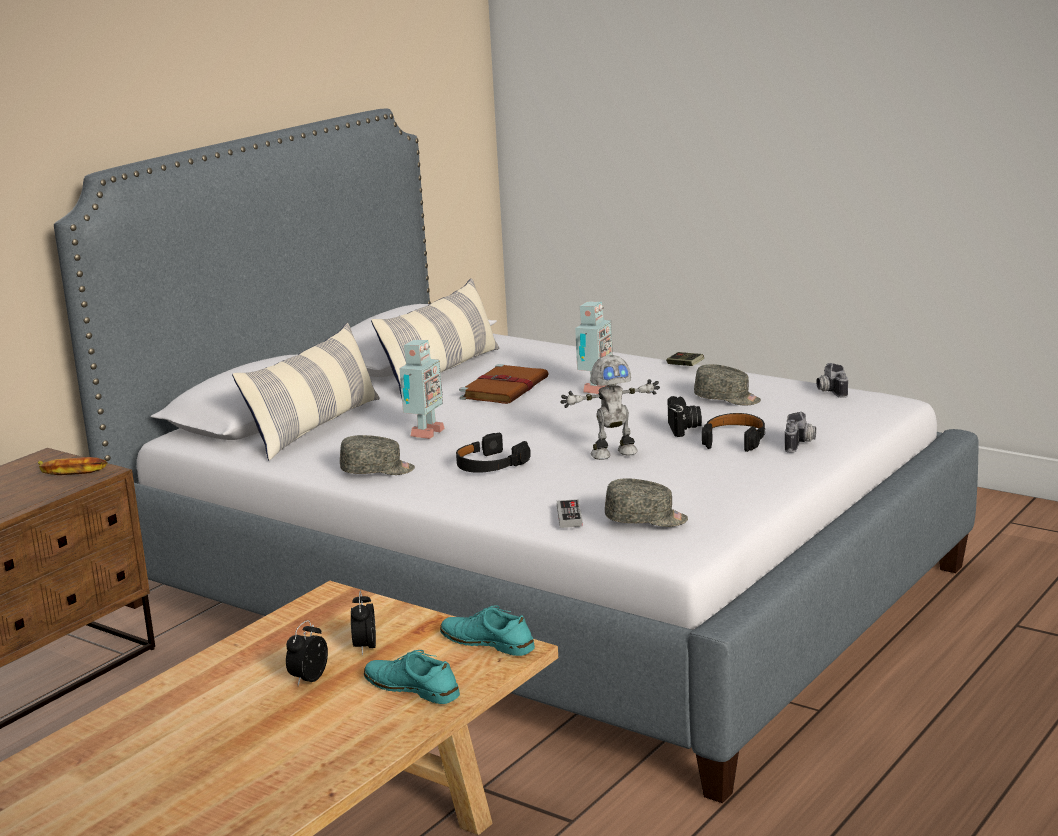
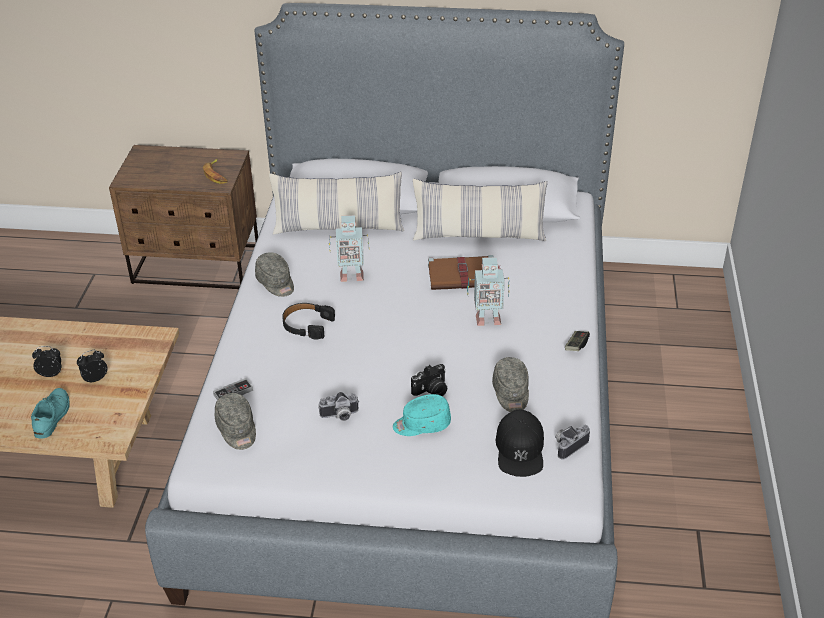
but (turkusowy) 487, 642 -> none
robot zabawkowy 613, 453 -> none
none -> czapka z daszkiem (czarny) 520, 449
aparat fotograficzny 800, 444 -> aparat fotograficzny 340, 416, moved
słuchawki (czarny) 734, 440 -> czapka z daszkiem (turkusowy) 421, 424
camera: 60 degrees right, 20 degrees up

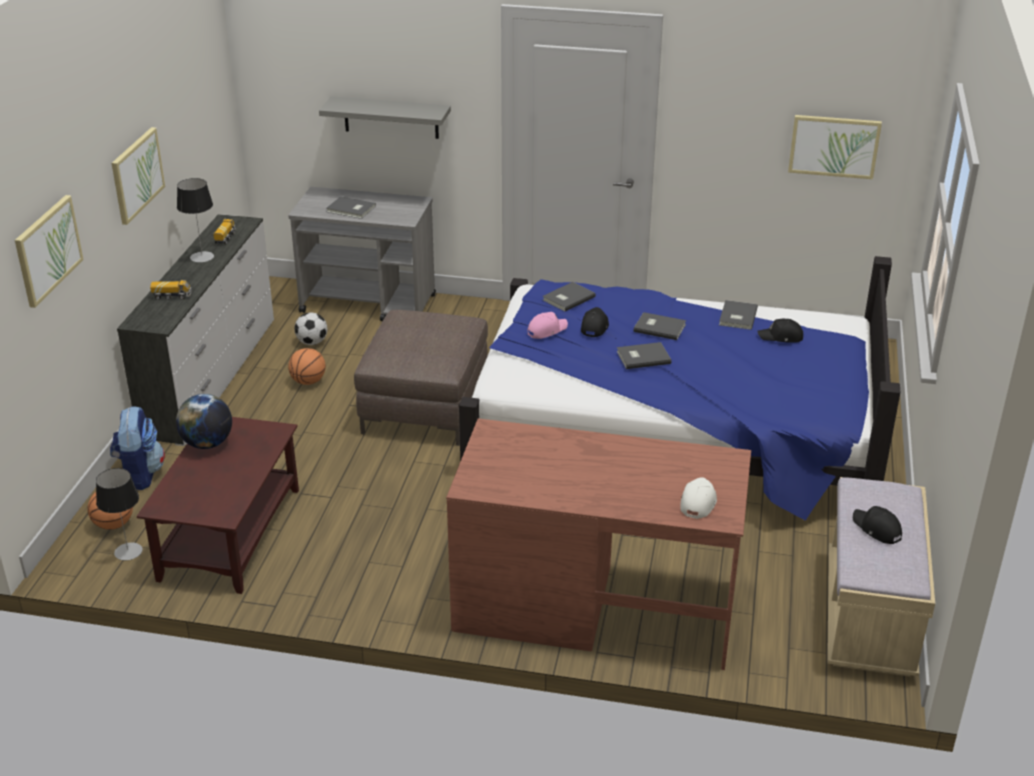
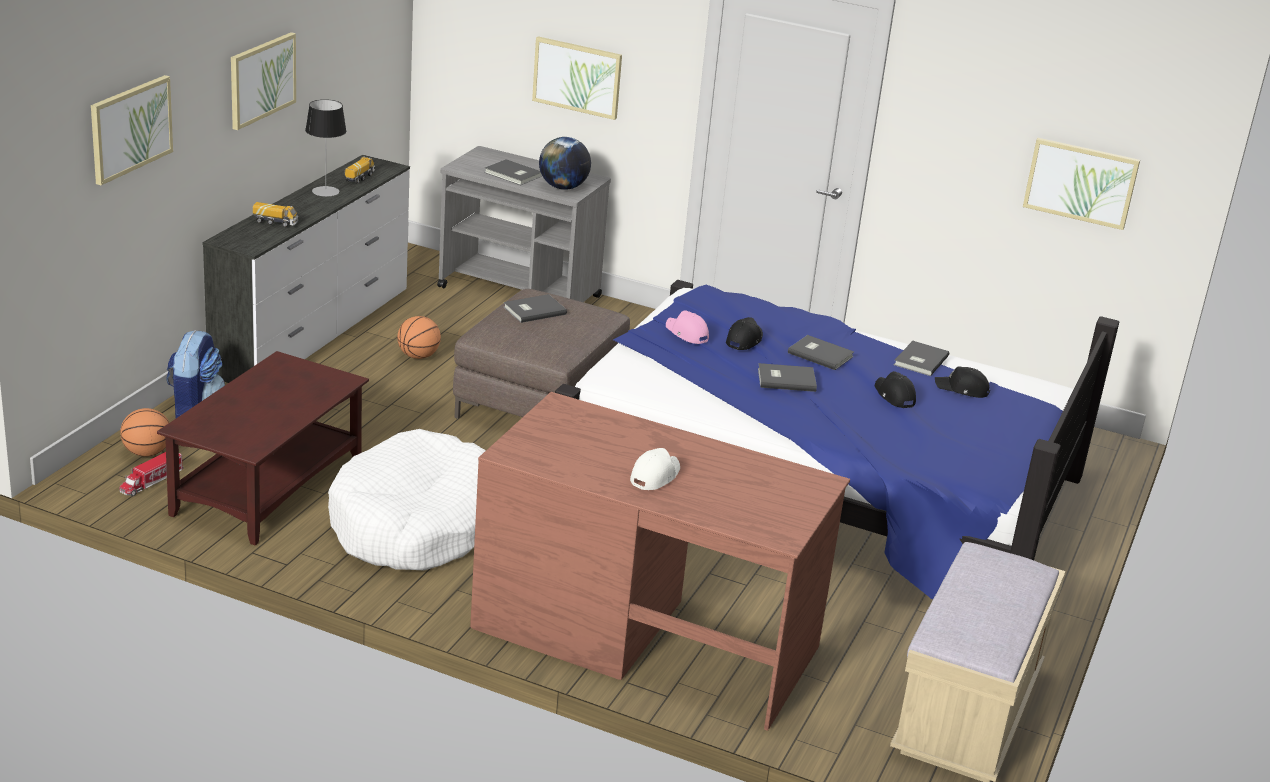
piłka futbolowa 312, 342 -> none
none -> legowisko (biały) 414, 524
globus 207, 444 -> globus 563, 187, moved
książka (szary) 567, 298 -> książka (szary) 533, 310, moved
czapka z daszkiem (biały) 698, 502 -> czapka z daszkiem (biały) 654, 476, moved
czapka z daszkiem (czarny) 876, 529 -> czapka z daszkiem (czarny) 894, 396, moved
lampa stołowa 128, 551 -> ciężarówka zabawkowa 151, 481
półka (szary) 391, 117 -> obraz 577, 77
czapka z daszkiem (różowy) 546, 330 -> czapka z daszkiem (różowy) 686, 334, 105 degrees counterclockwise
camera: 10 degrees right, 5 degrees down

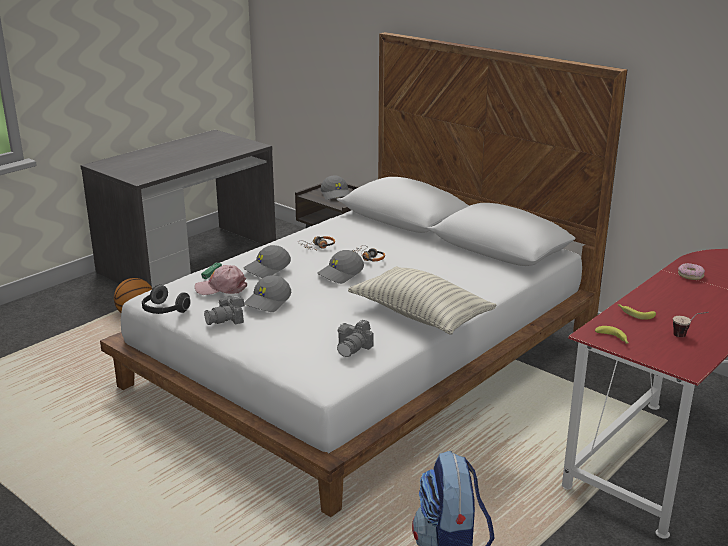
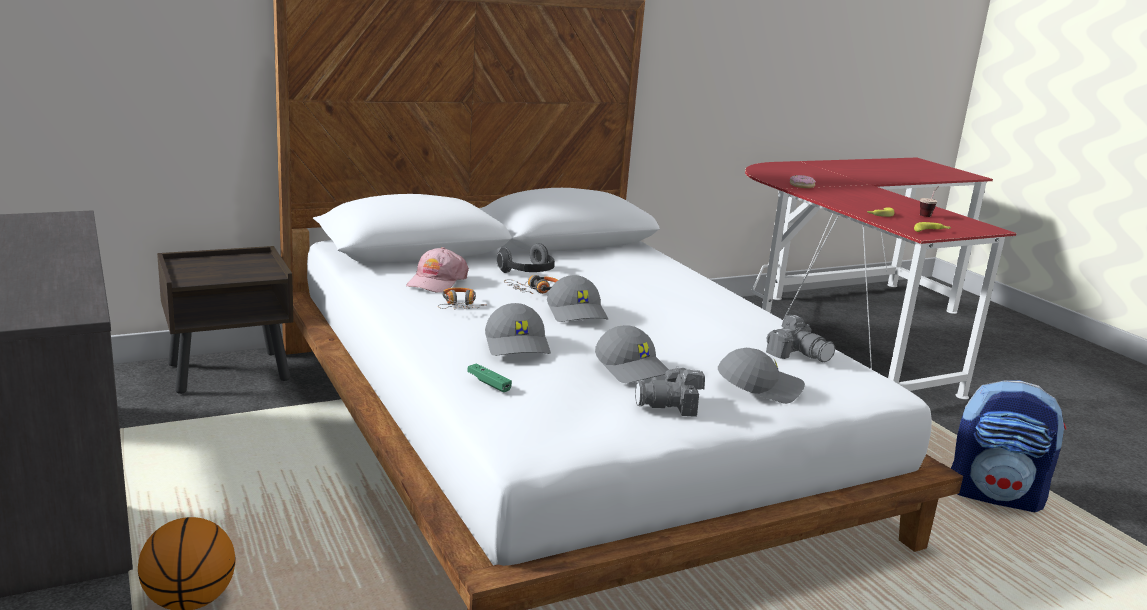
poduszka 420, 315 -> none
słuchawki 164, 311 -> słuchawki 528, 273, moved
czapka z daszkiem (różowy) 221, 288 -> czapka z daszkiem (różowy) 436, 281, moved
czapka z daszkiem (szary) 336, 194 -> czapka z daszkiem (szary) 759, 387, moved
aparat fotograficzny 227, 320 -> aparat fotograficzny 671, 406, 90 degrees clockwise
camera: 70 degrees left, 5 degrees down

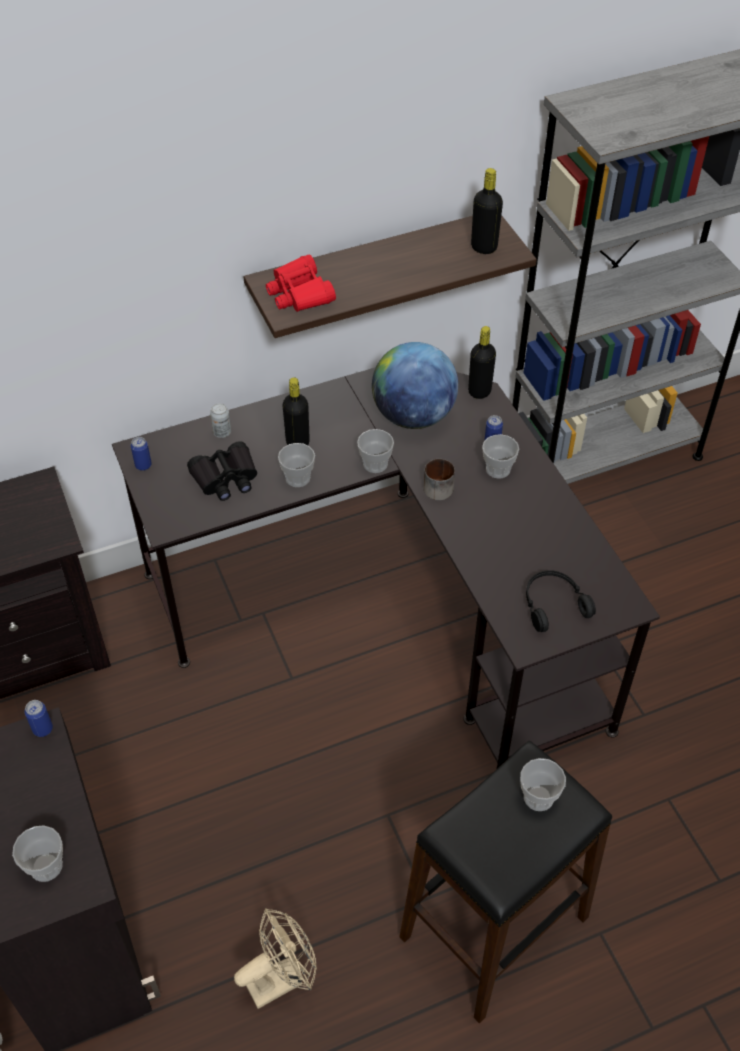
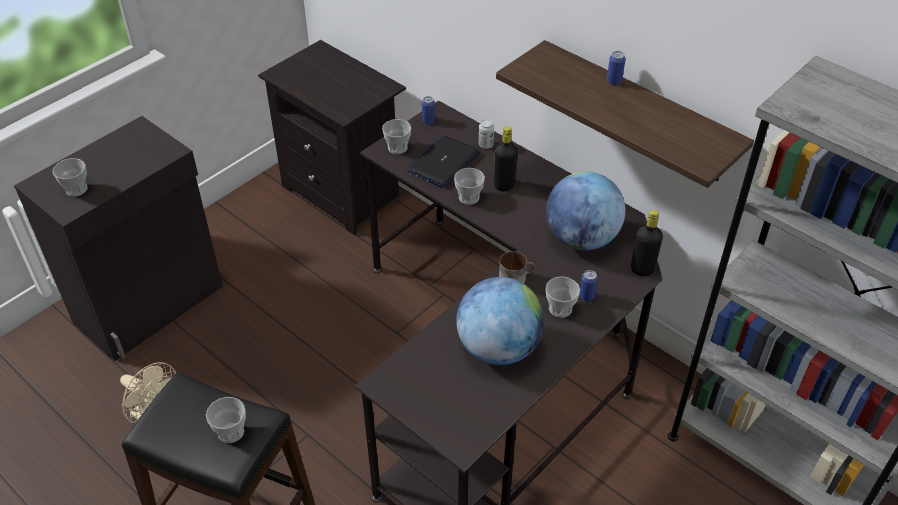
lornetka (czerwony) 300, 293 -> none
butelka (czarny) 484, 247 -> none
słuchawki (czarny) 553, 604 -> none
none -> globus 498, 348
puszka 43, 729 -> puszka 614, 81, moved
filiżanka 375, 464 -> filiżanka 397, 148, moved
lornetka (czarny) 225, 478 -> laptop 443, 162
camera: 65 degrees right, 5 degrees down

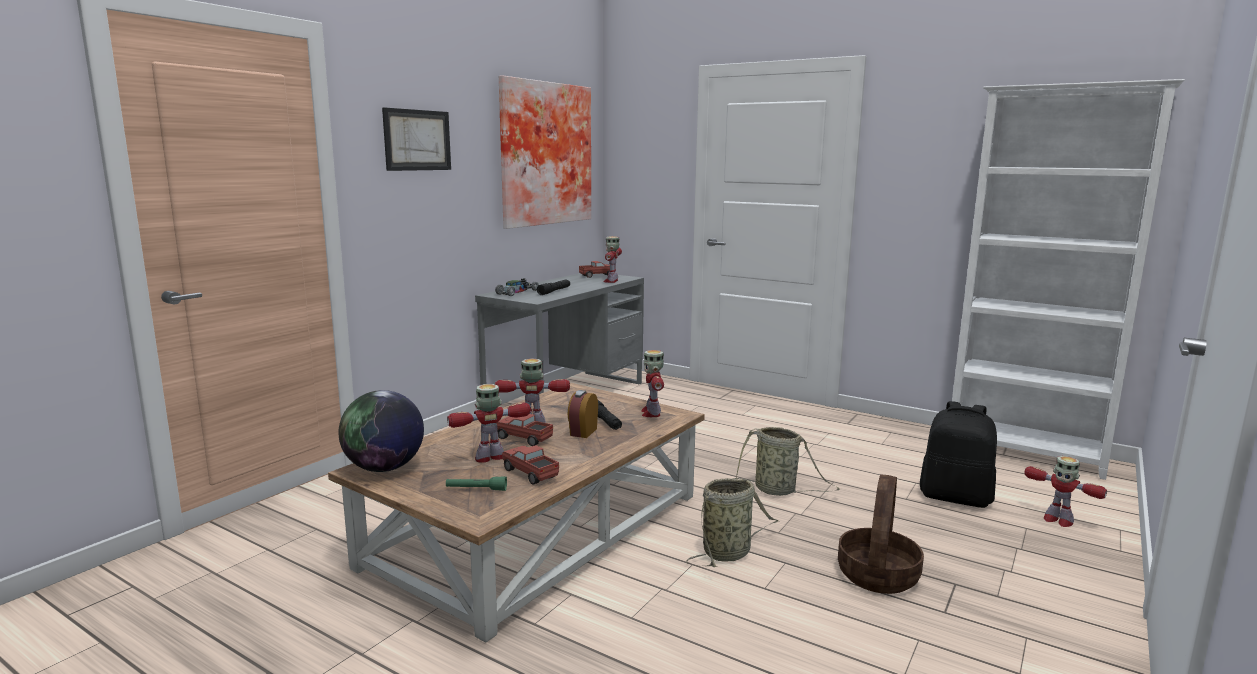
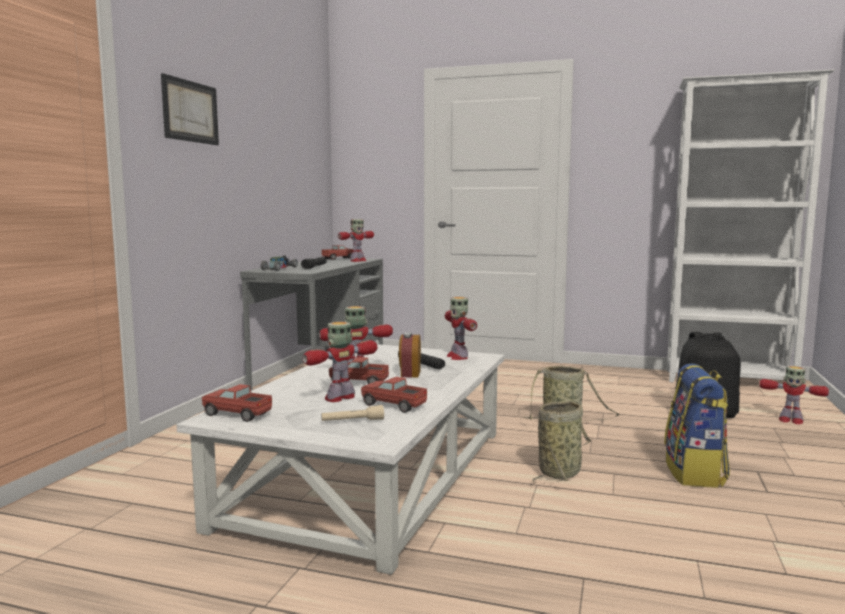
obraz 543, 154 -> none
globus 384, 468 -> ciężarówka zabawkowa 237, 415
koszyk 878, 575 -> plecak 695, 473
ława (brązowy) 538, 531 -> ława (biały) 373, 477
latarka (zielony) 476, 489 -> latarka (beżowy) 352, 421
robot zabawkowy 611, 281 -> robot zabawkowy 357, 261, 135 degrees counterclockwise
camera: 15 degrees left, 5 degrees down

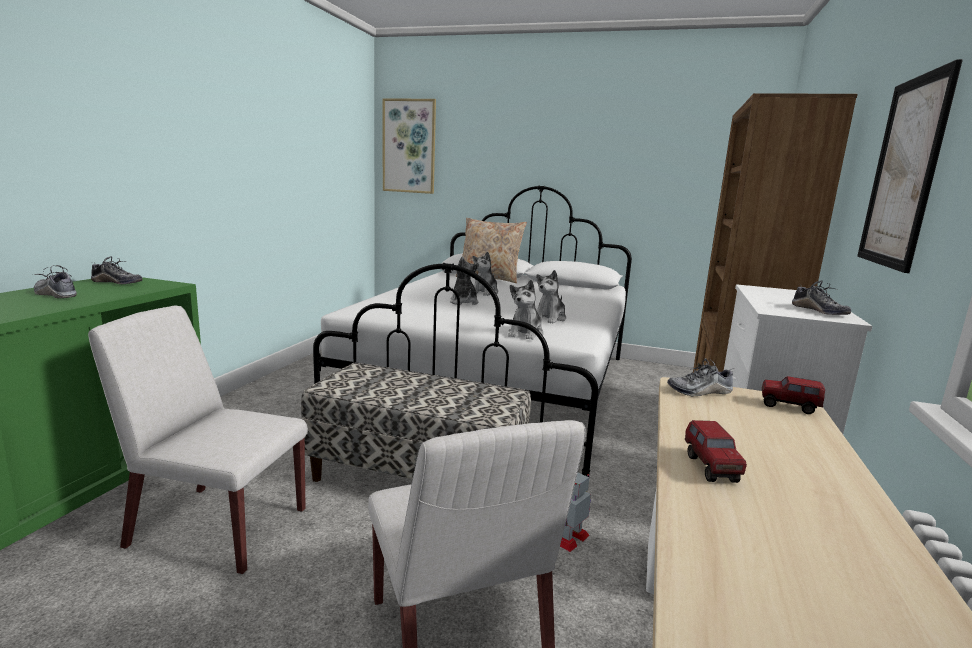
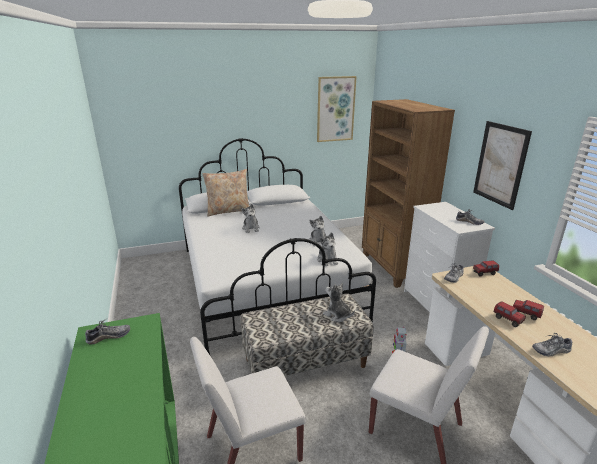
none -> ciężarówka zabawkowa 526, 314
but 55, 294 -> but 551, 350, moved
obraz 409, 146 -> obraz 335, 109, moved
pluszak 463, 302 -> pluszak 337, 315, moved
camera: 35 degrees left, 10 degrees up

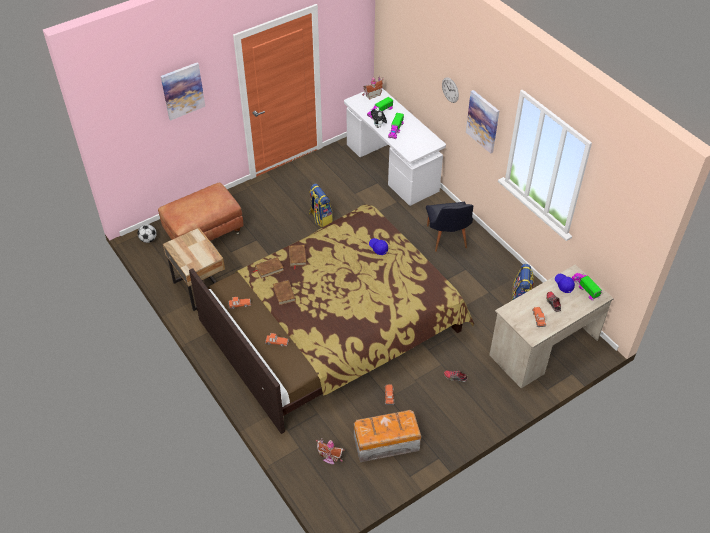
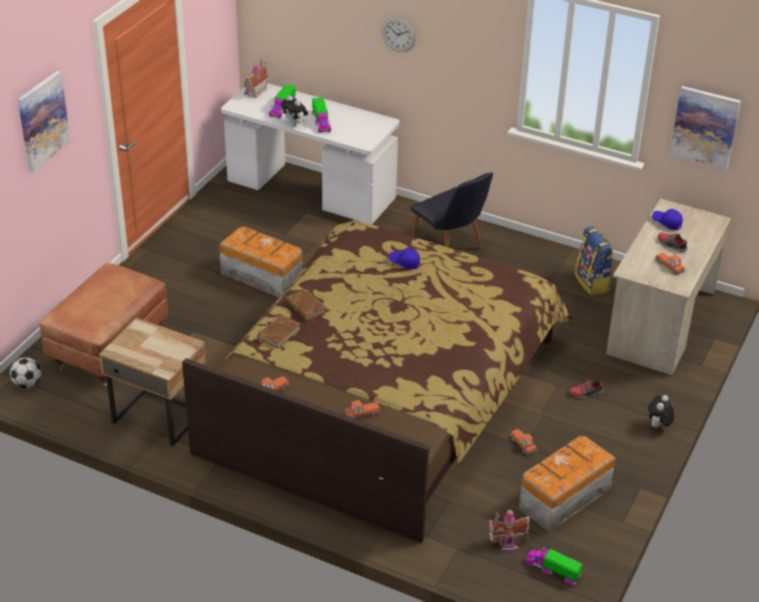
książka (brązowy) 284, 293 -> none
none -> pluszak 658, 426
obraz 483, 121 -> obraz 705, 127, moved
ciężarówka zabawkowa 585, 288 -> ciężarówka zabawkowa 553, 570, moved
plecak 320, 218 -> pojemnik do przechowywania 262, 276
camera: 30 degrees left, 10 degrees down

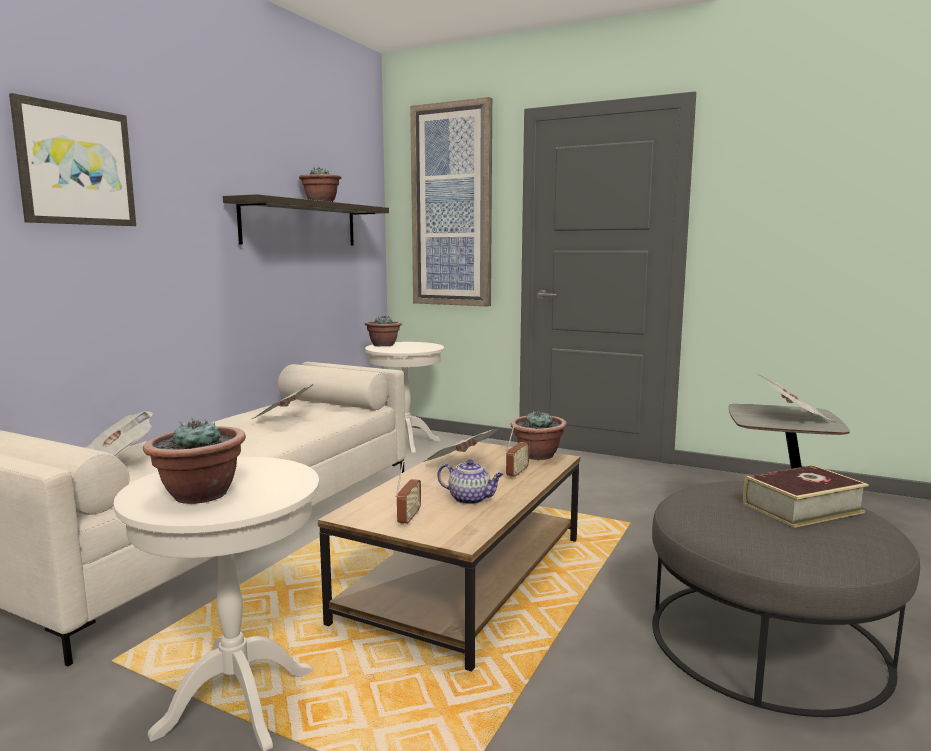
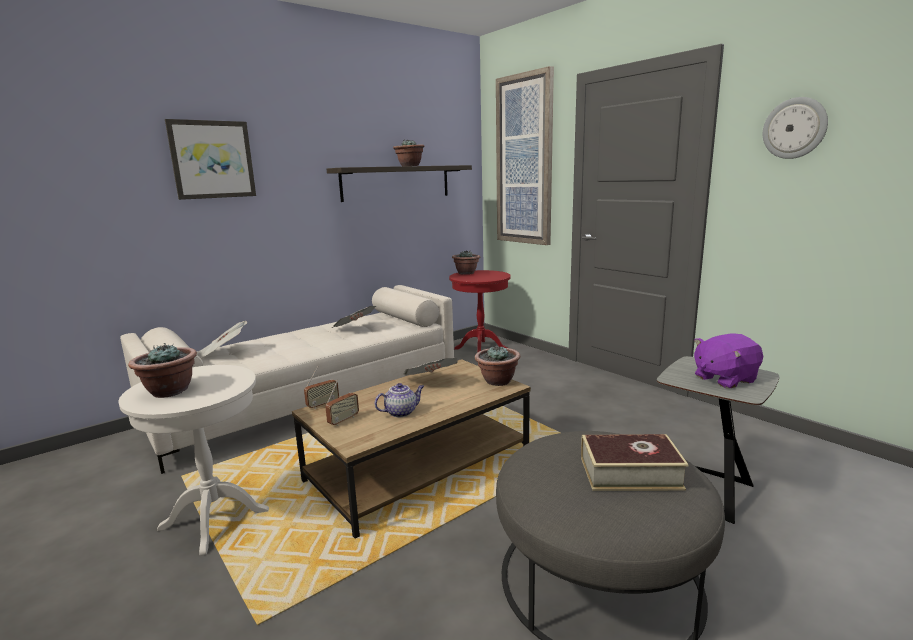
none -> zegar ścienny 794, 128
radio 517, 473 -> radio 323, 405, moved
gazeta 792, 417 -> pluszak (fioletowy) 724, 379
stolik (biały) 406, 443 -> stolik (czerwony) 481, 349
imbryk 471, 499 -> imbryk 401, 412, 75 degrees counterclockwise
camera: 25 degrees right, 5 degrees up

